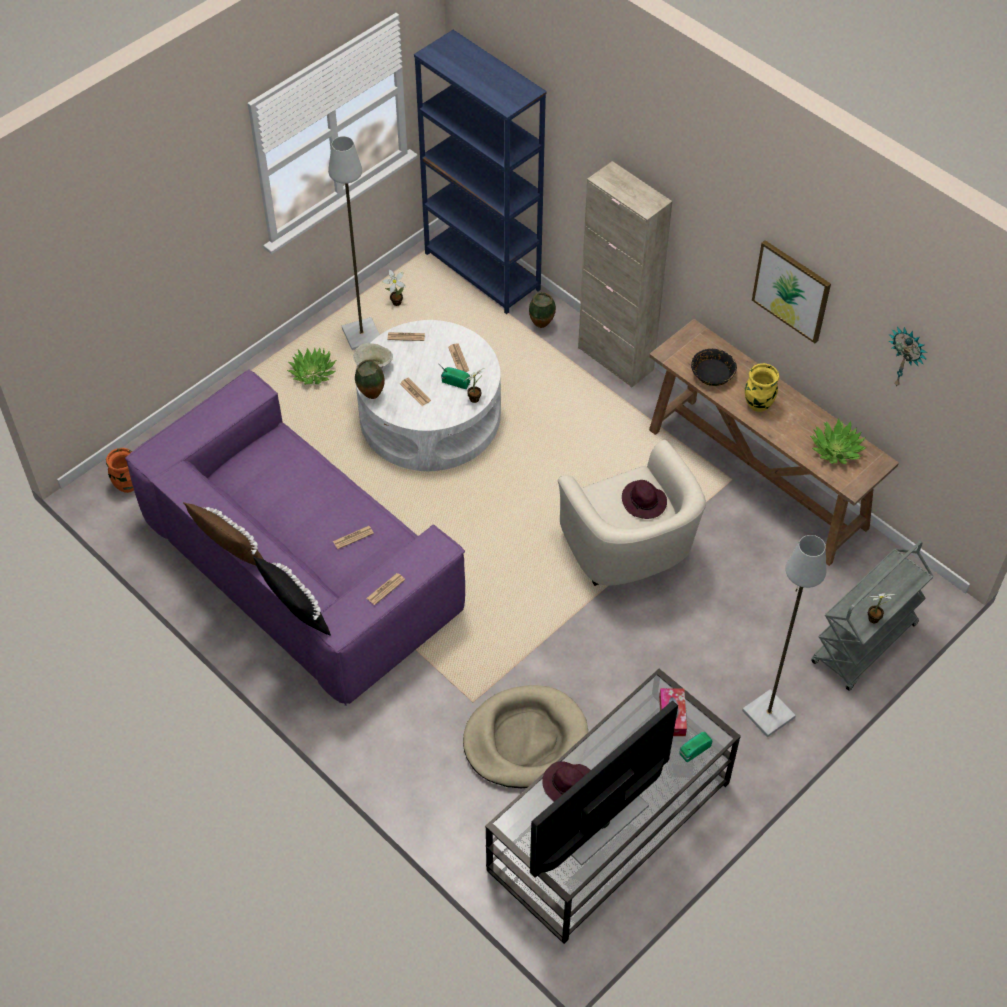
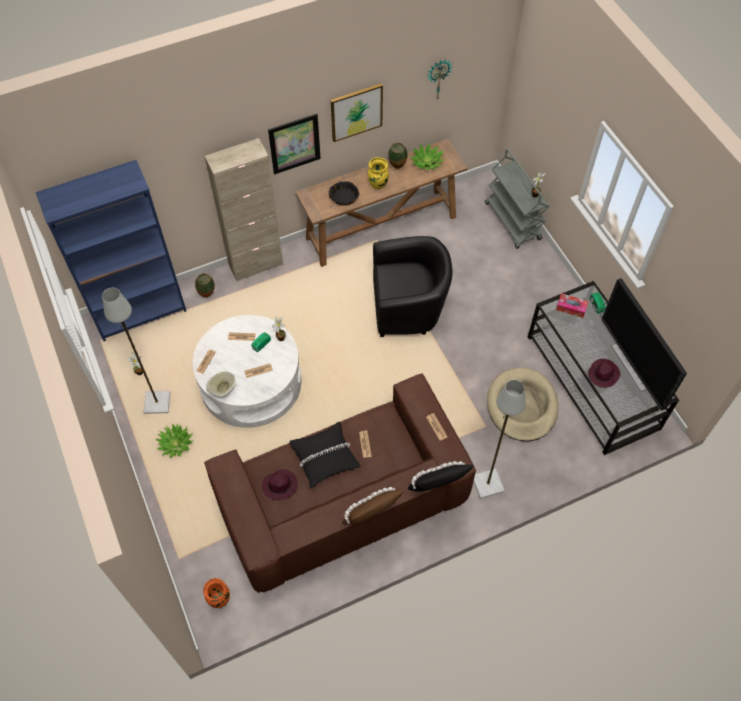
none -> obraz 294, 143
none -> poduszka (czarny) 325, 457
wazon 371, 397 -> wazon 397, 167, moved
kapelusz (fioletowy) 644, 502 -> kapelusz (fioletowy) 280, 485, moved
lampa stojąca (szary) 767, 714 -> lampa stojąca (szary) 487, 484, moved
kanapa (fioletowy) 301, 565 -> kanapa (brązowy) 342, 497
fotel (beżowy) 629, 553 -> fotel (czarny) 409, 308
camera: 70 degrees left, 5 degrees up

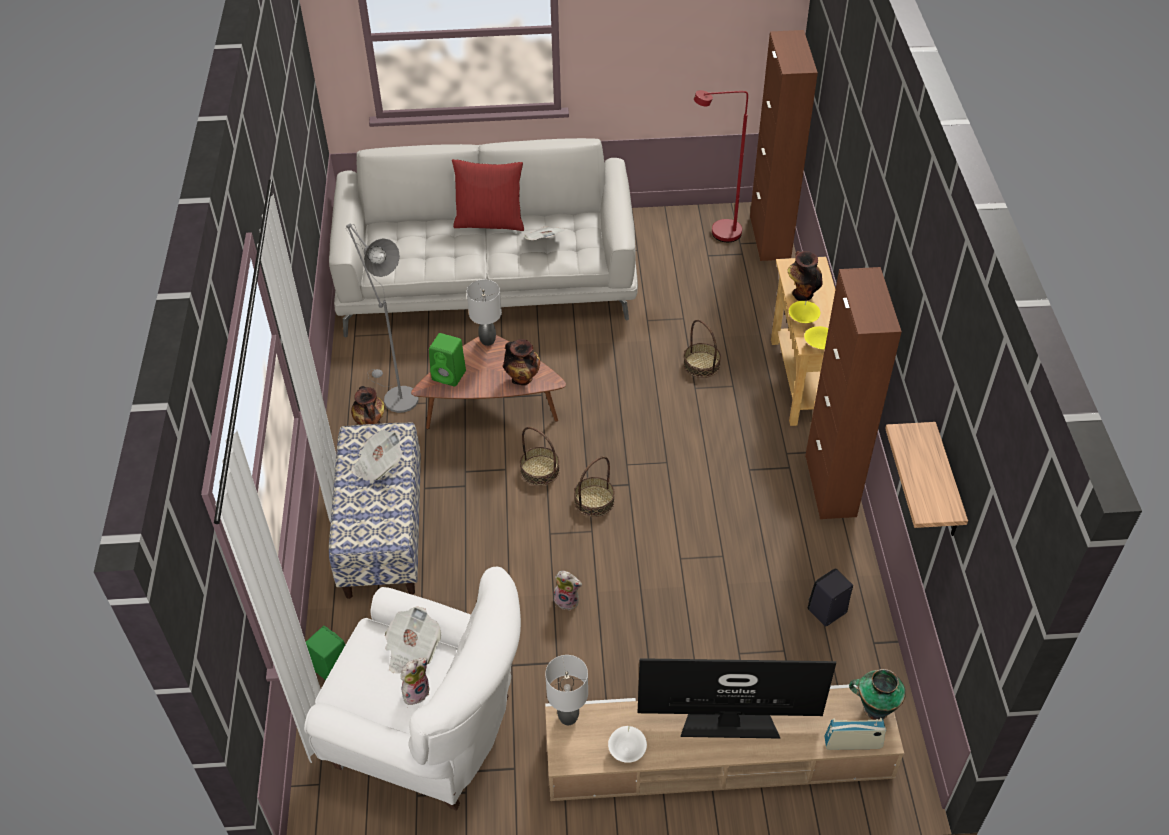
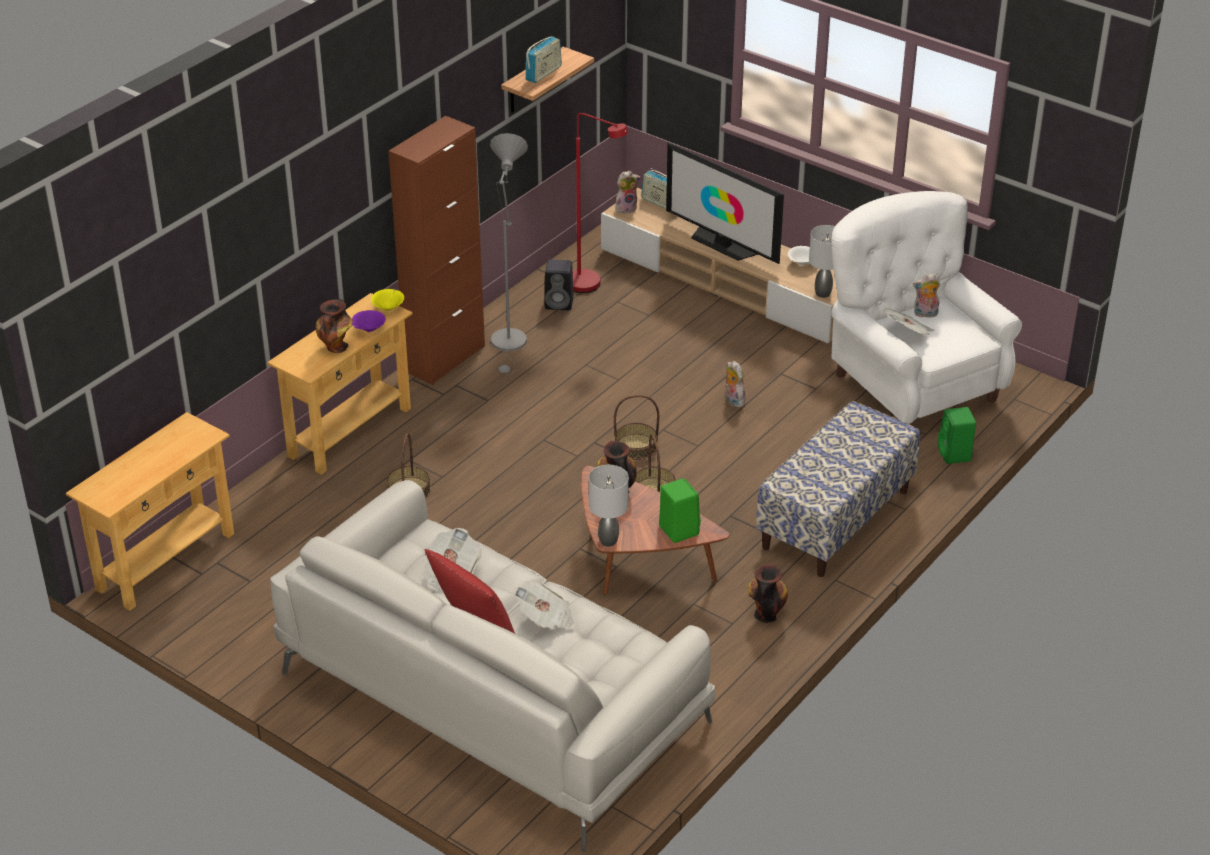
none -> radio 543, 73
lampa stojąca (szary) 396, 396 -> lampa stojąca (szary) 509, 345, moved
gazeta 378, 465 -> gazeta 546, 619, moved
lampa stojąca (czerwony) 718, 234 -> lampa stojąca (czerwony) 592, 286, moved
szafka (brązowy) 770, 237 -> stolik konsolowy (beżowy) 166, 561
wazon 874, 708 -> pluszak 626, 208
miska (żółty) 803, 319 -> miska (fioletowy) 368, 330
camera: 140 degrees left, 10 degrees down

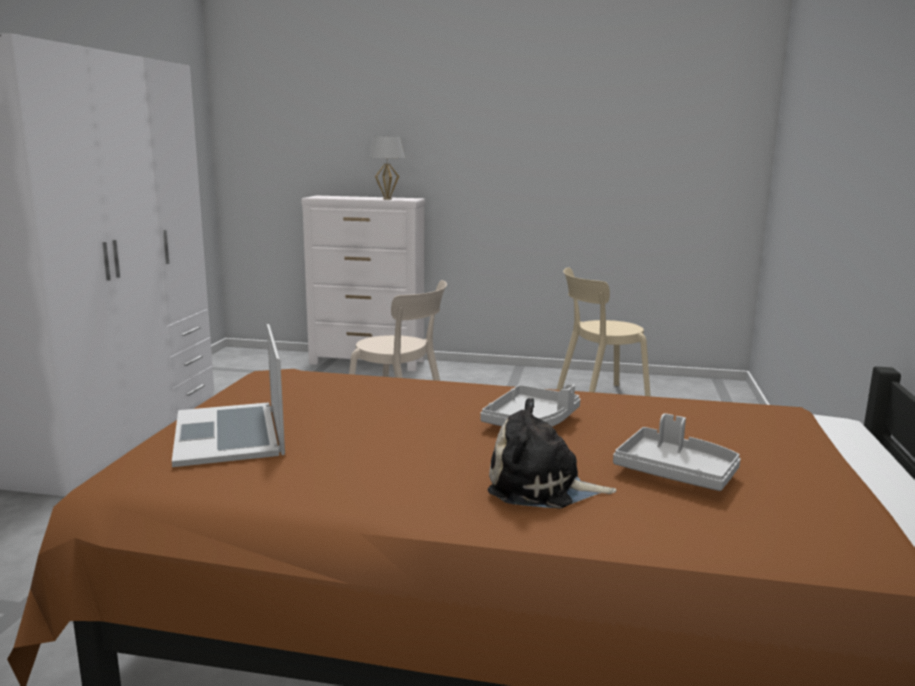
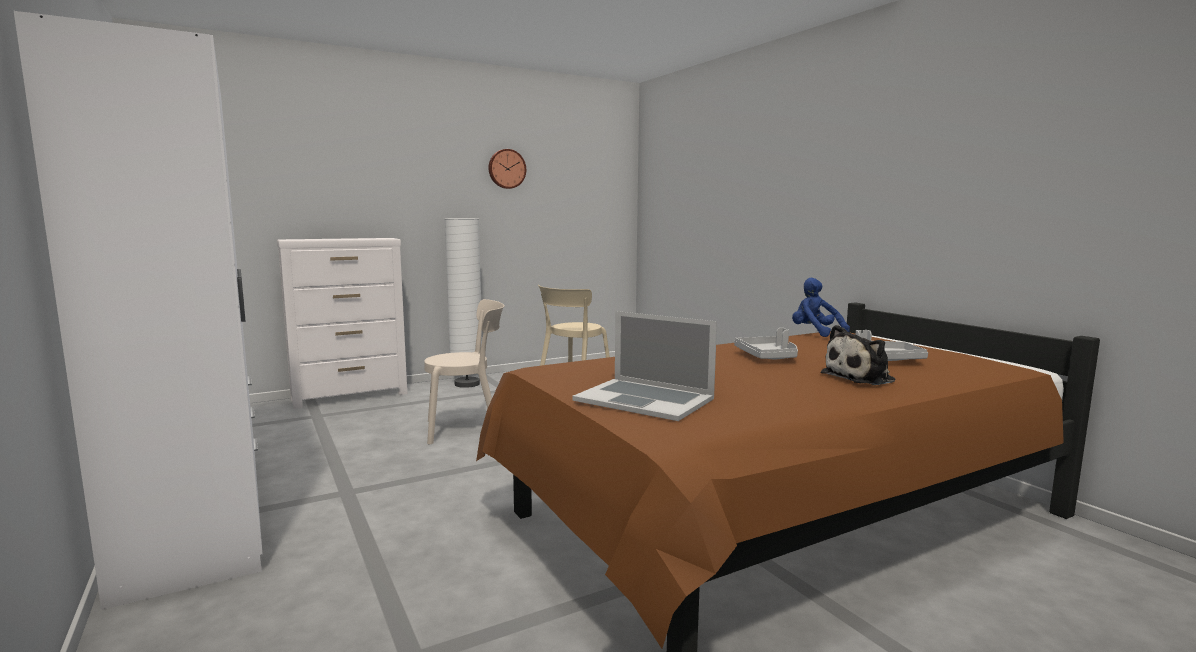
lampa stołowa (biały) 387, 199 -> none
none -> lampa stojąca (biały) 467, 384
none -> zegar ścienny 506, 169
none -> pluszak (niebieski) 815, 333
camera: 40 degrees left, 5 degrees down

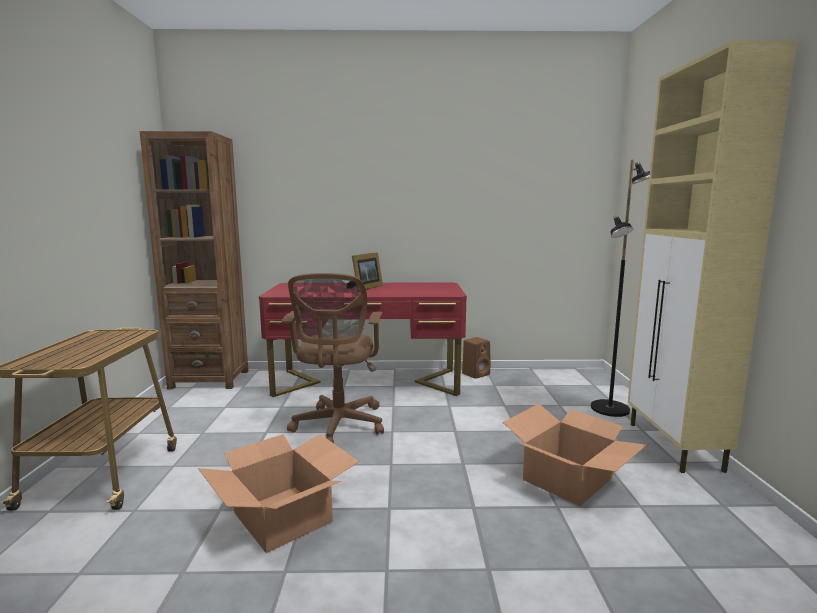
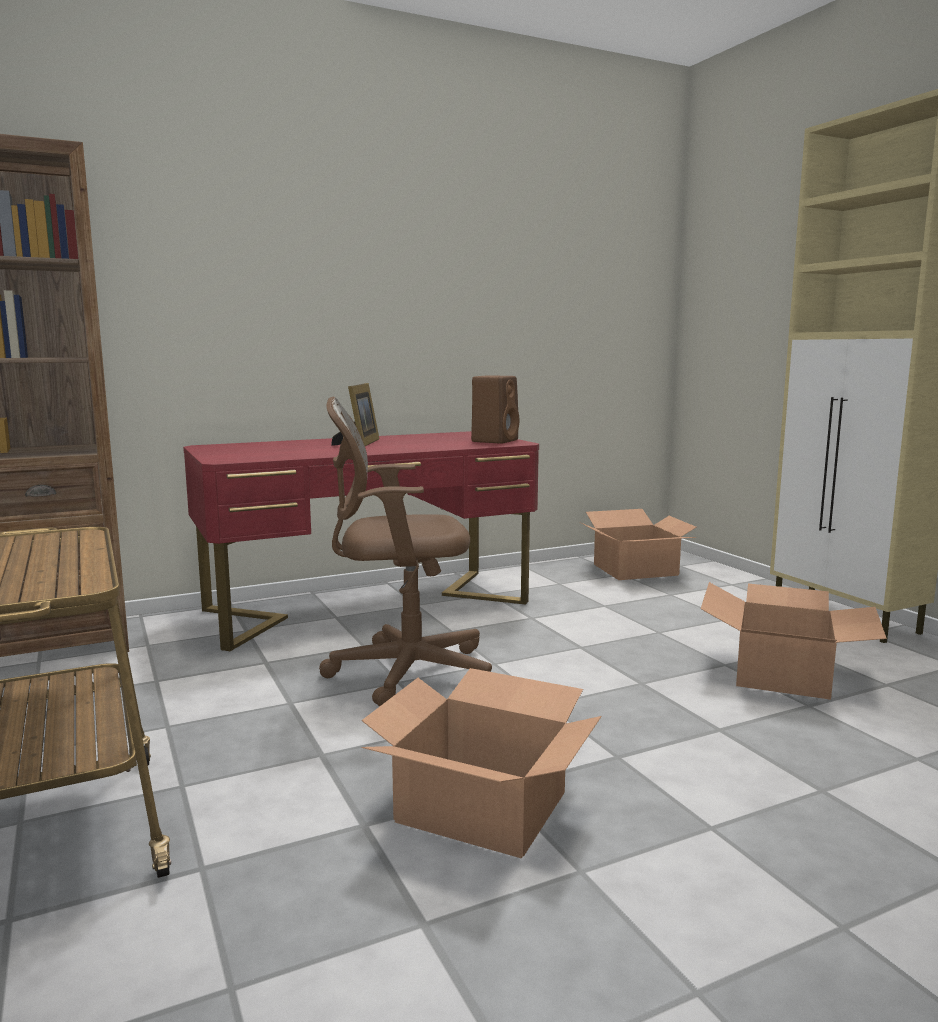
lampa stojąca (czarny) 610, 409 -> none
none -> karton 636, 570
głośnik (brązowy) 476, 374 -> głośnik (brązowy) 495, 441, moved
krzesło biurowe (brązowy) 338, 426 -> krzesło biurowe (brązowy) 403, 672, 105 degrees clockwise
camera: 25 degrees left, 0 degrees up

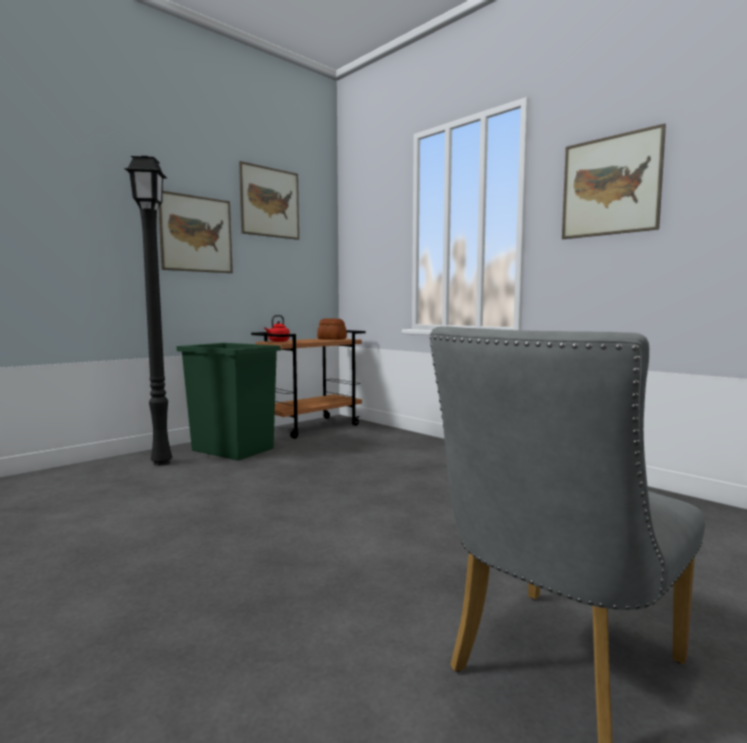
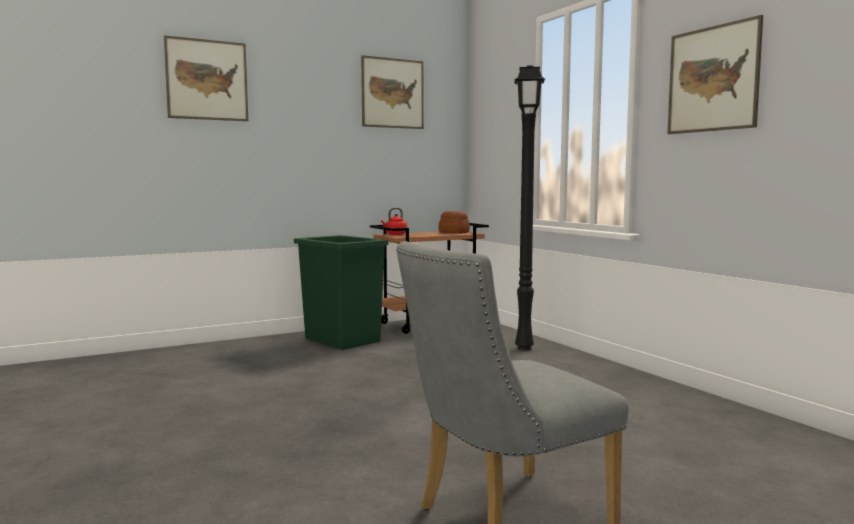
lampa stojąca (czarny) 163, 462 -> lampa stojąca (czarny) 525, 348, moved
obraz 196, 234 -> obraz 207, 80, moved
camera: 15 degrees right, 0 degrees up

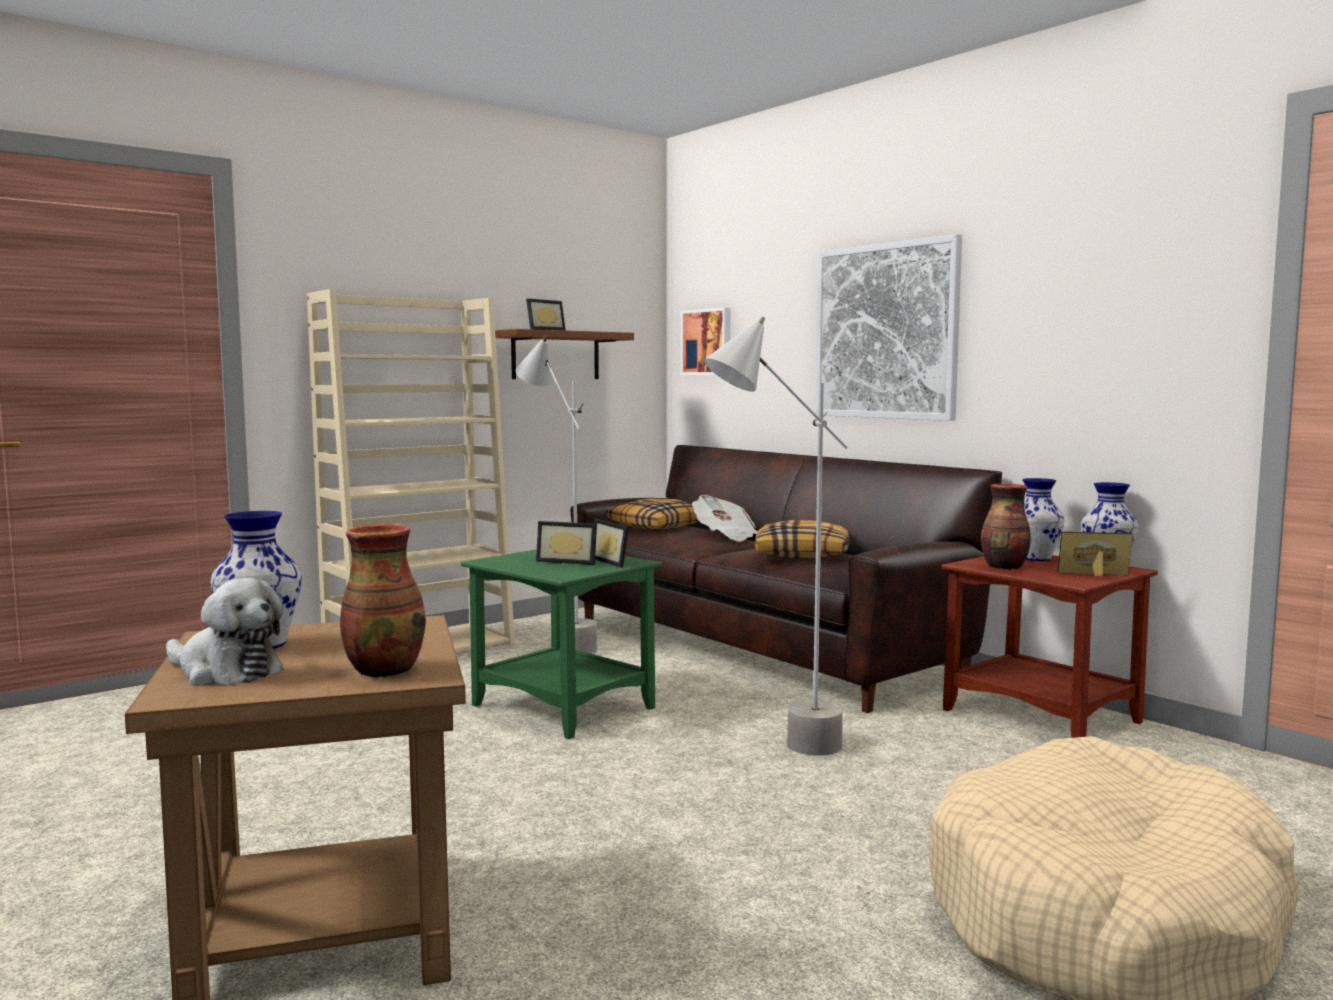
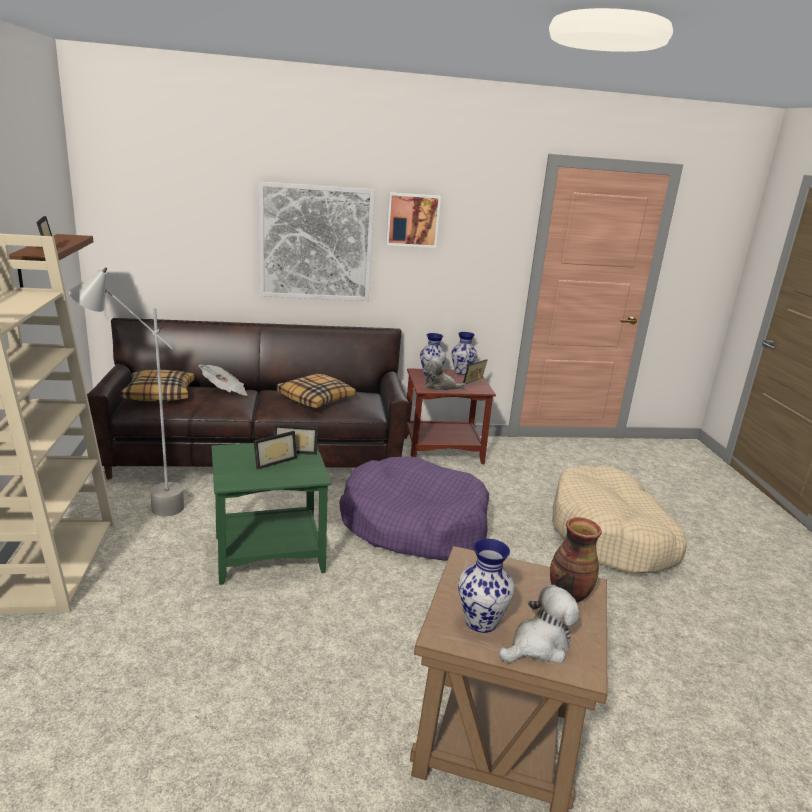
obraz 708, 342 -> obraz 412, 220, moved
lampa stojąca (szary) 775, 752 -> legowisko (fioletowy) 413, 524
wazon 1004, 567 -> pluszak 440, 386
camera: 60 degrees left, 15 degrees up

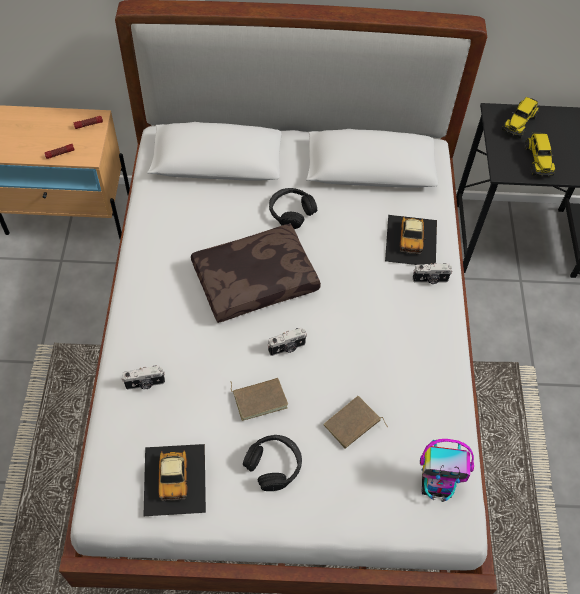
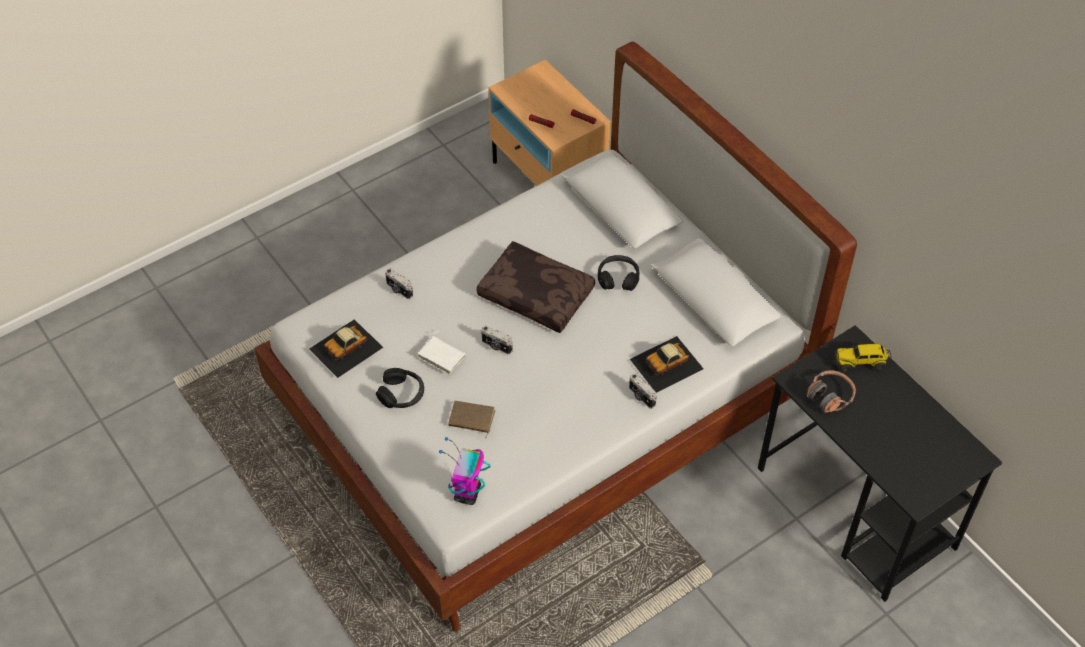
ciężarówka zabawkowa 537, 160 -> słuchawki 830, 396
książka (brązowy) 259, 398 -> książka (biały) 442, 355
robot zabawkowy 436, 485 -> robot zabawkowy 467, 494, 45 degrees clockwise
camera: 55 degrees right, 5 degrees down

